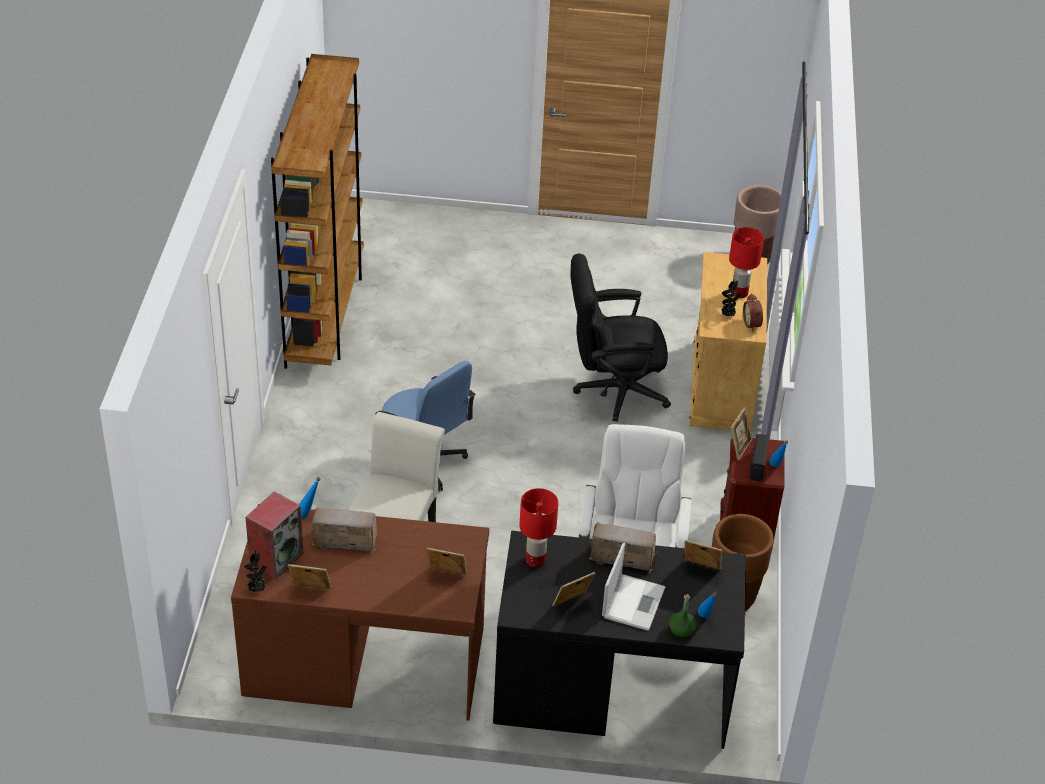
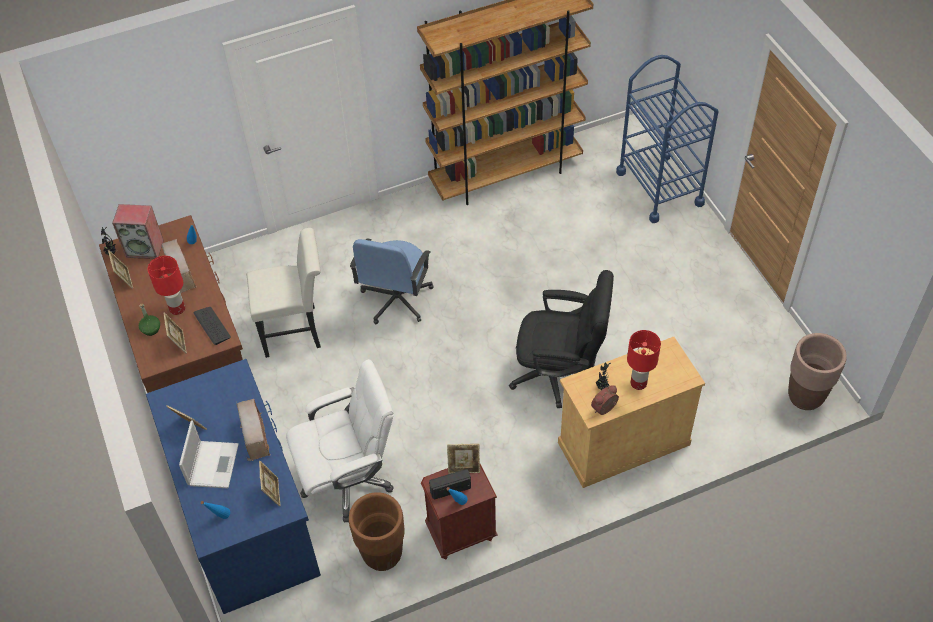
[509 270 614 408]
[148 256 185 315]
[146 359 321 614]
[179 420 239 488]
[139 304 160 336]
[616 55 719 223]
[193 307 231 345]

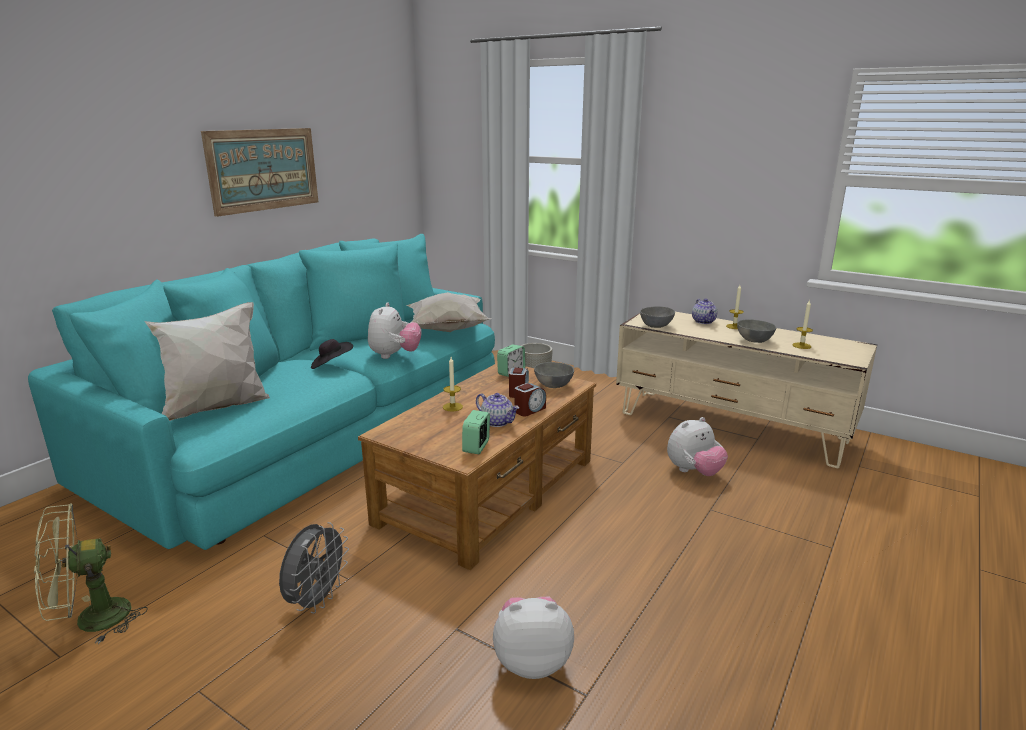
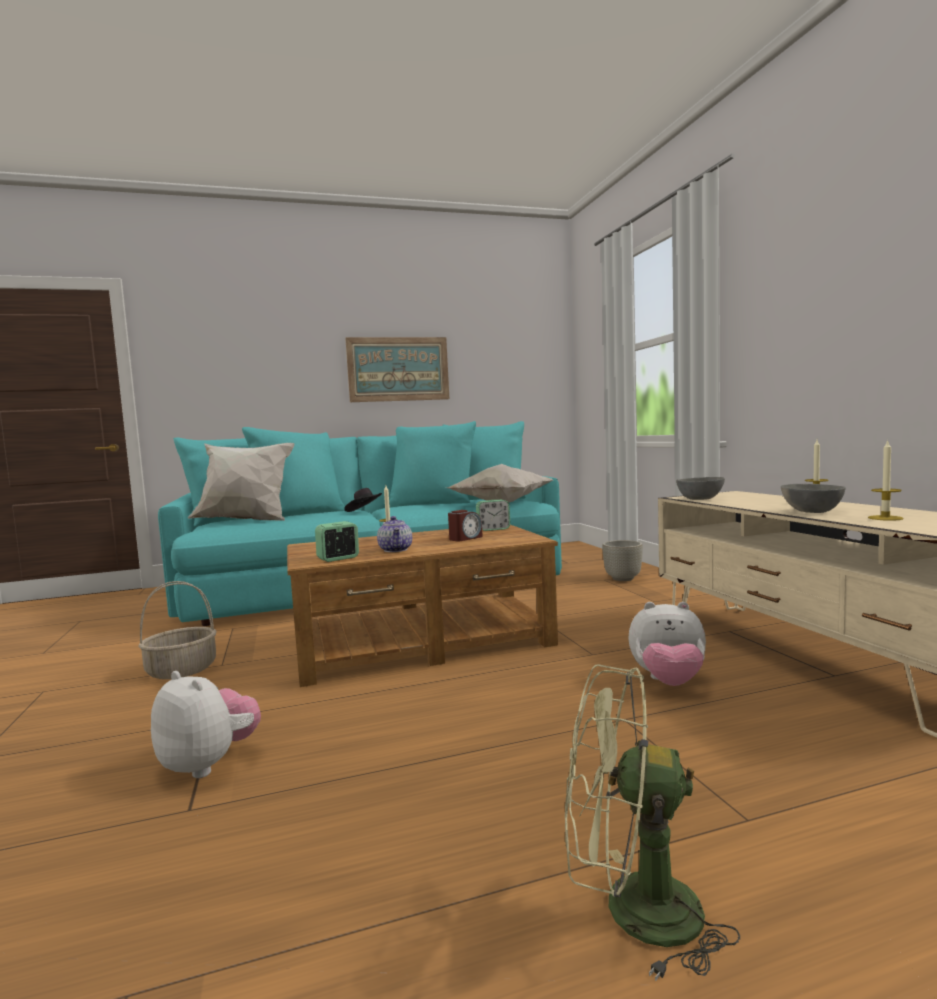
[692 299 717 324] (first image)
[368 302 421 359] (first image)
[534 362 574 388] (first image)
[515 383 546 417] (first image)
[565 664 740 981]
[138 581 217 679]

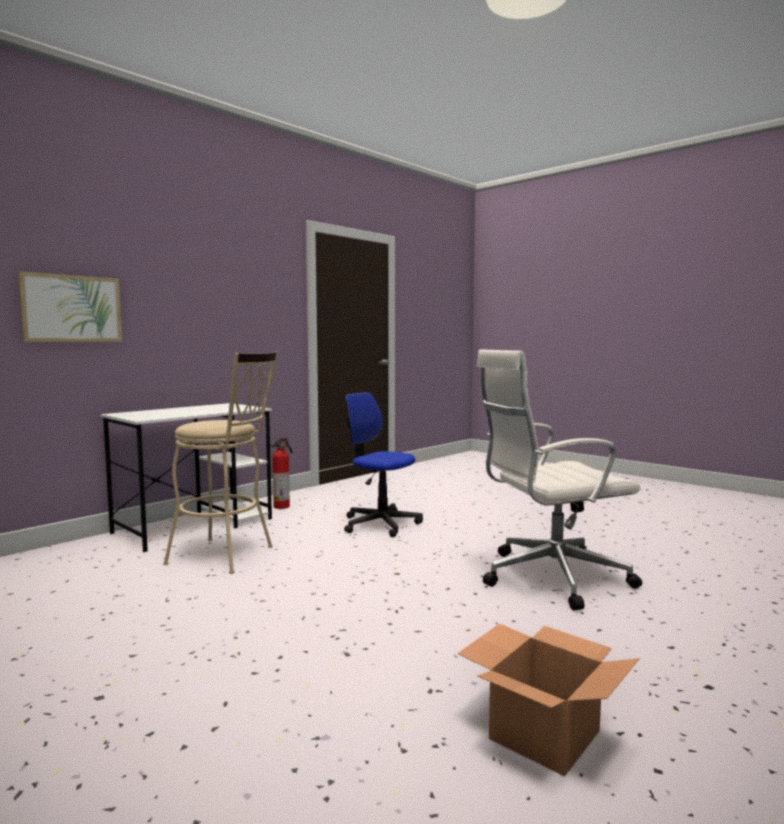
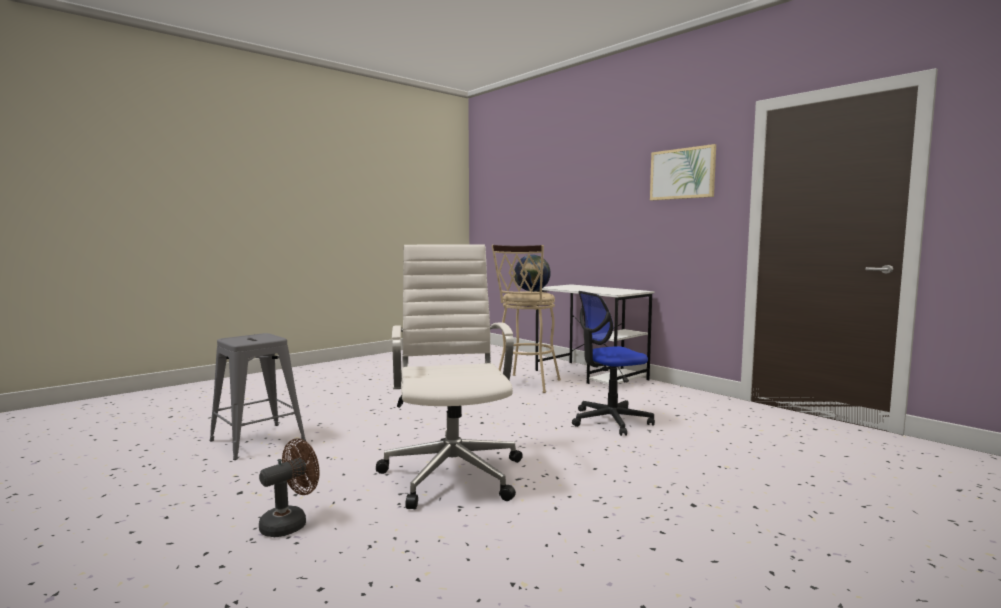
[650 144 716 200]
[572 291 655 436]
[271 438 292 509] (first image)
[210 333 306 460]
[514 255 551 292]
[259 438 320 537]

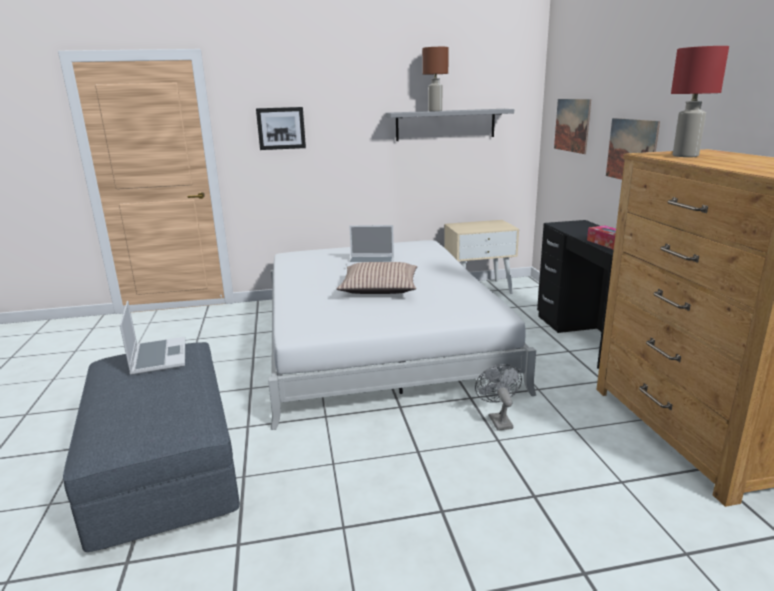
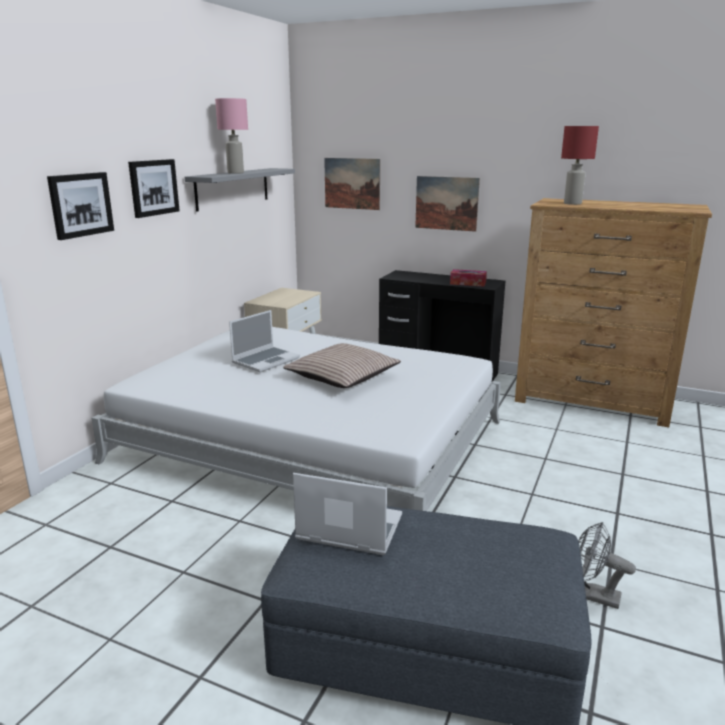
[215 98 248 174]
[579 522 636 609]
[128 159 180 218]

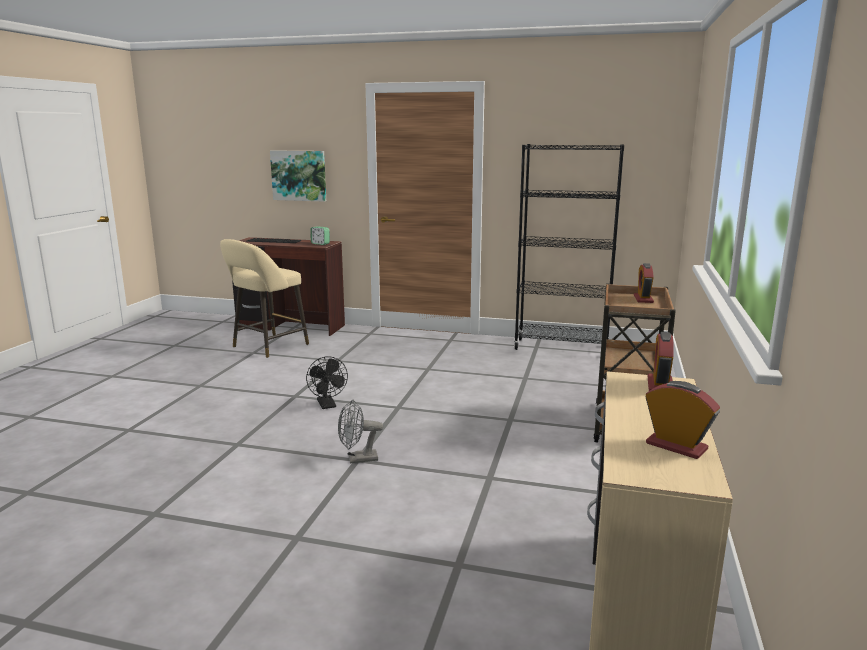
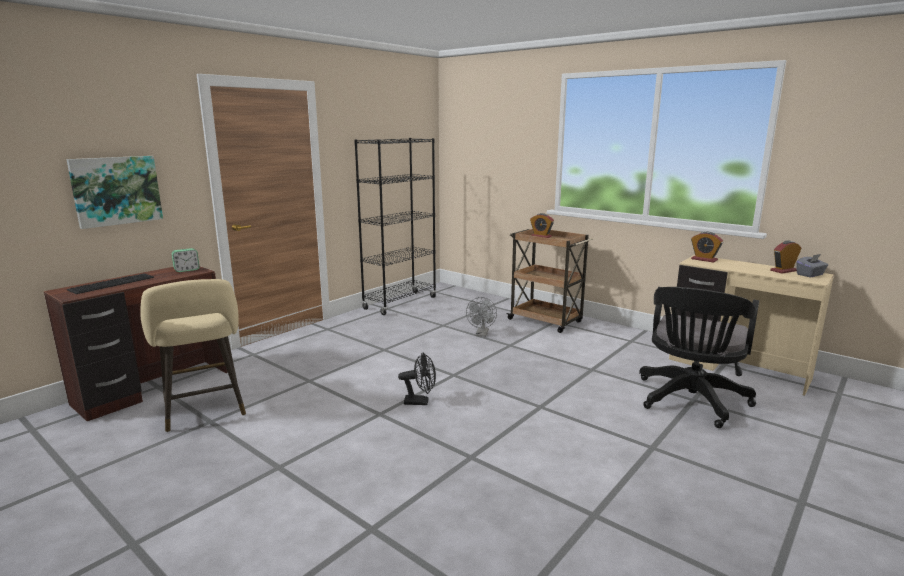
[466 297 497 337]
[796 254 828 277]
[639 287 759 428]

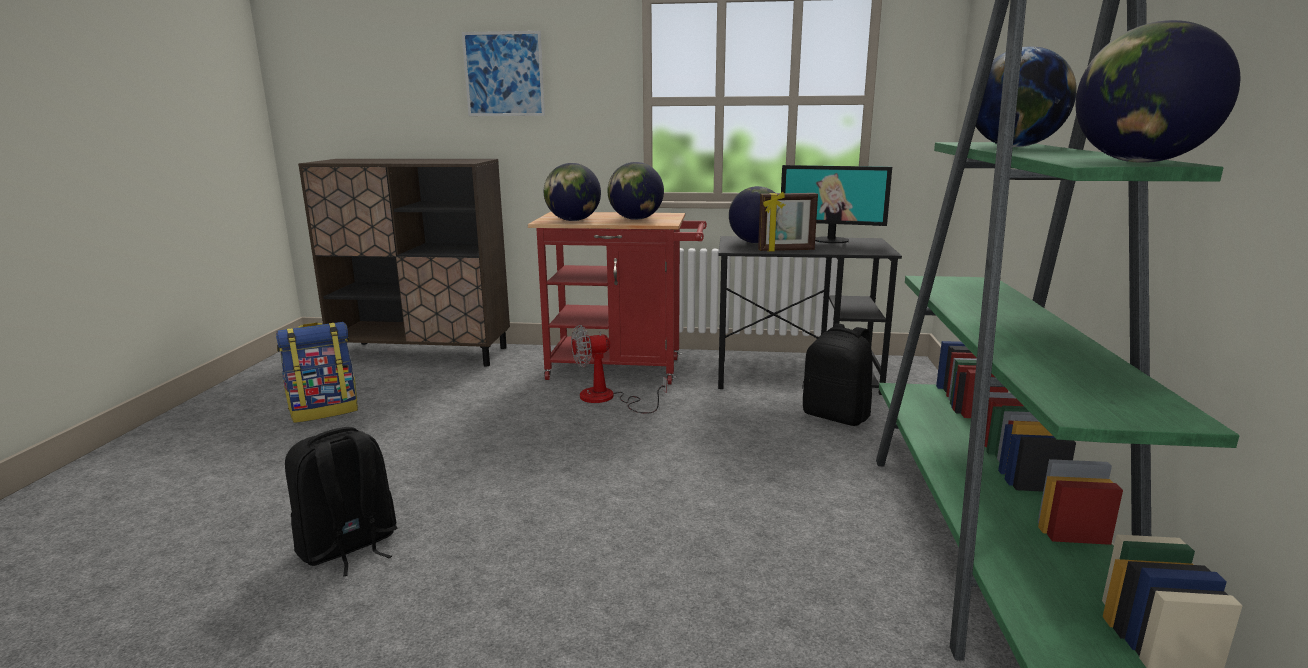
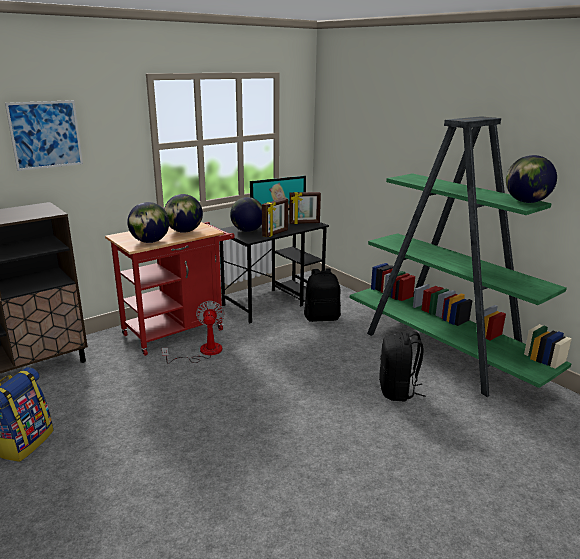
[970 46 1077 147] (first image)
[162 301 225 364]
[379 331 426 402]
[289 192 321 224]

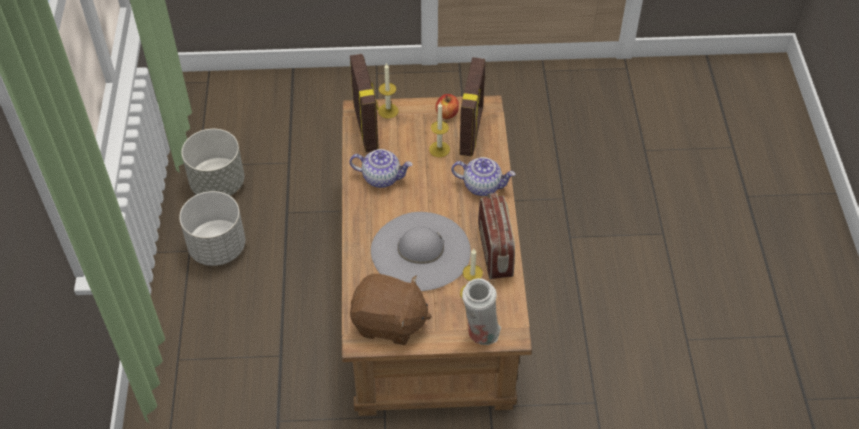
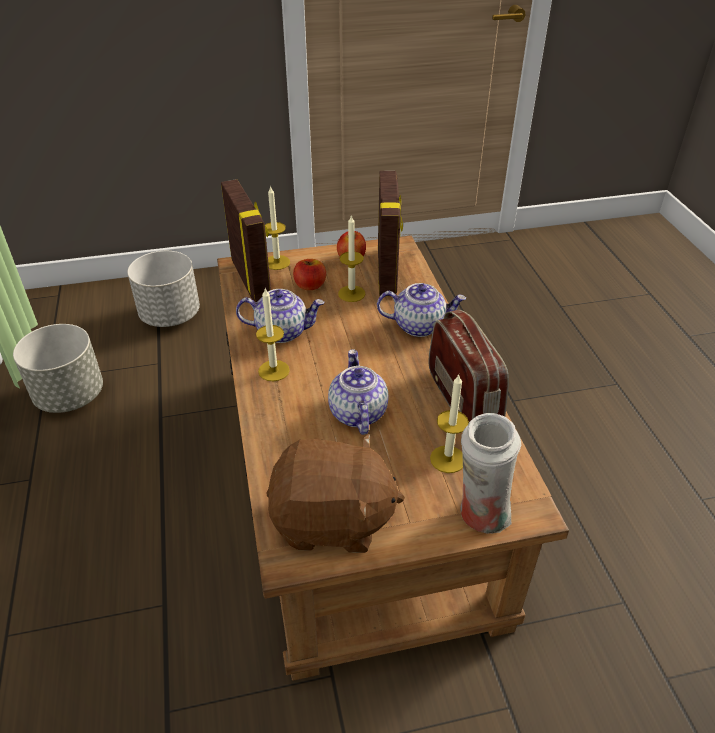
[127 251 200 327]
[328 350 389 435]
[293 259 326 290]
[256 288 290 381]

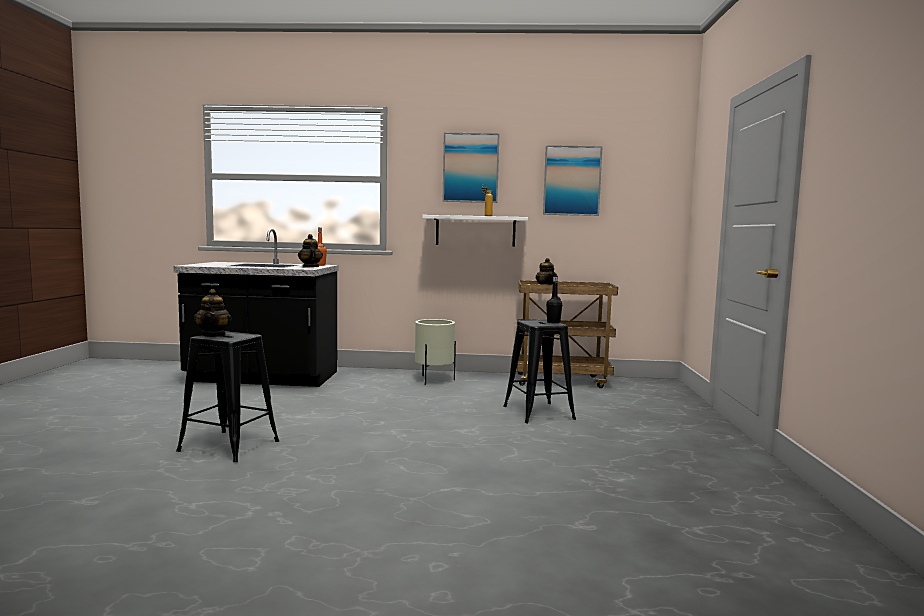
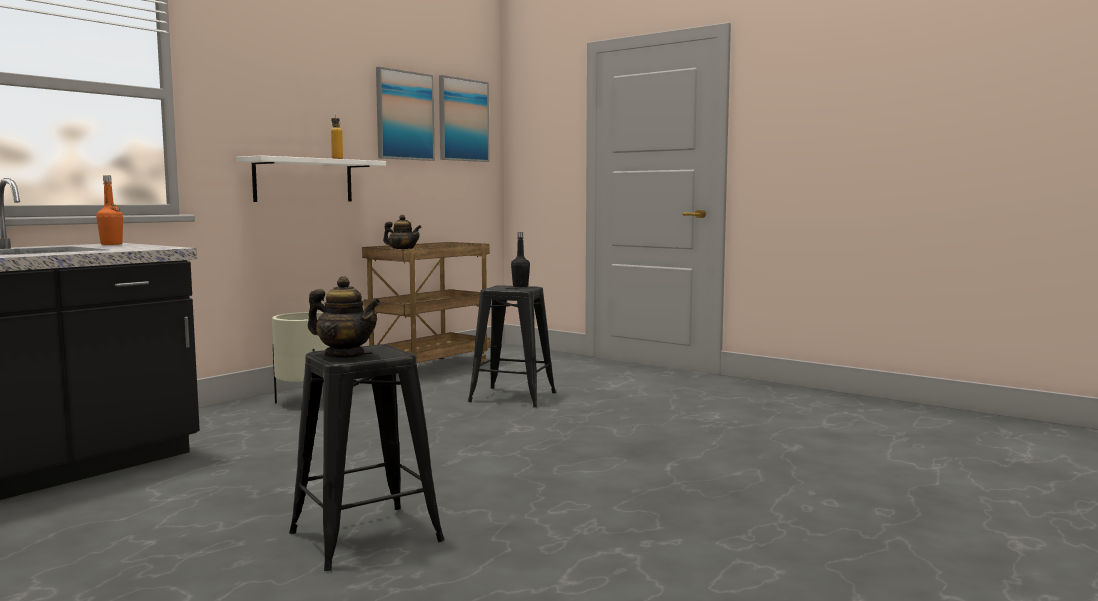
[439 75 490 162]
[298 234 323 268] (first image)

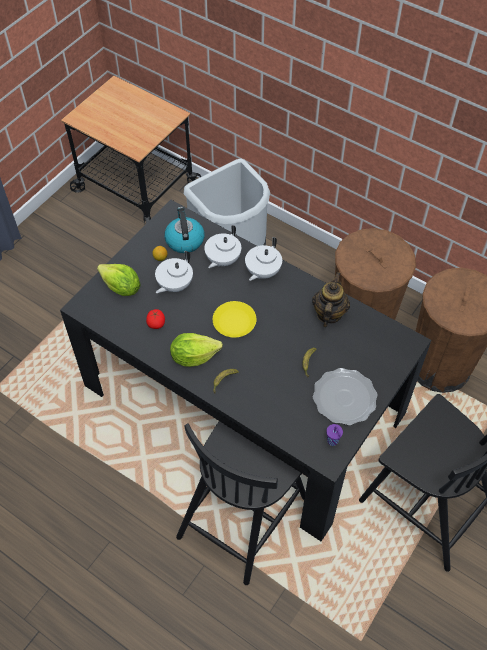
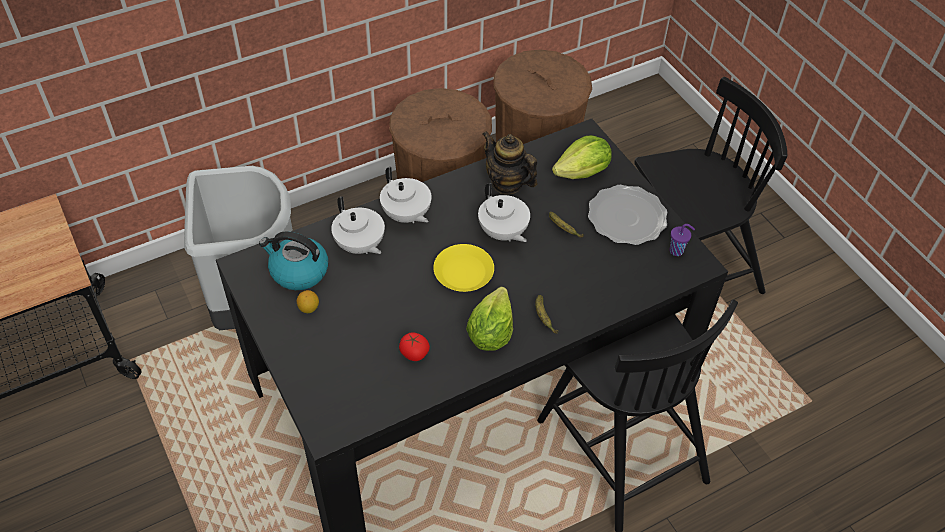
[478 183 530 242]
[552 135 612 179]

